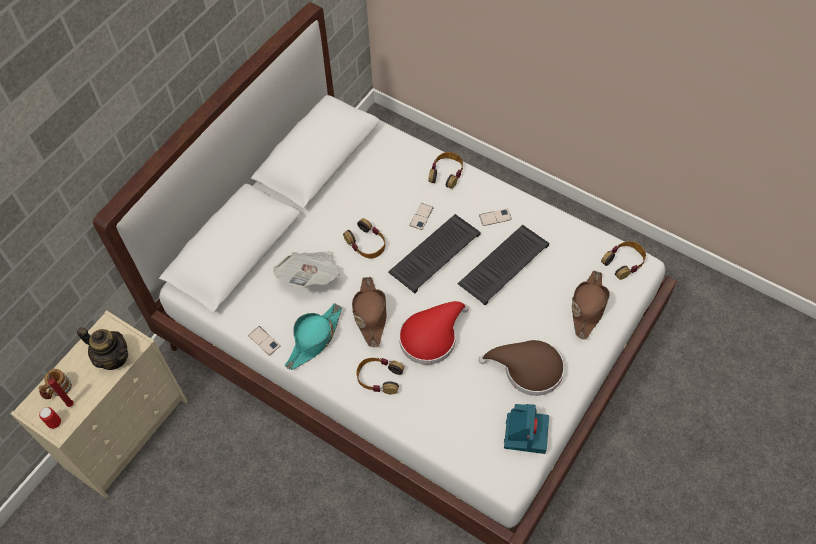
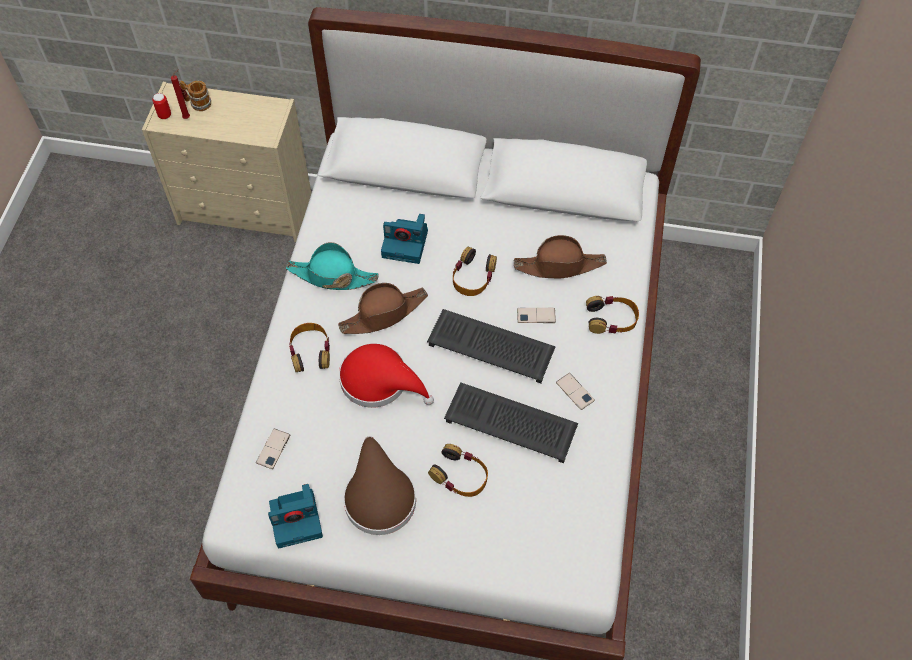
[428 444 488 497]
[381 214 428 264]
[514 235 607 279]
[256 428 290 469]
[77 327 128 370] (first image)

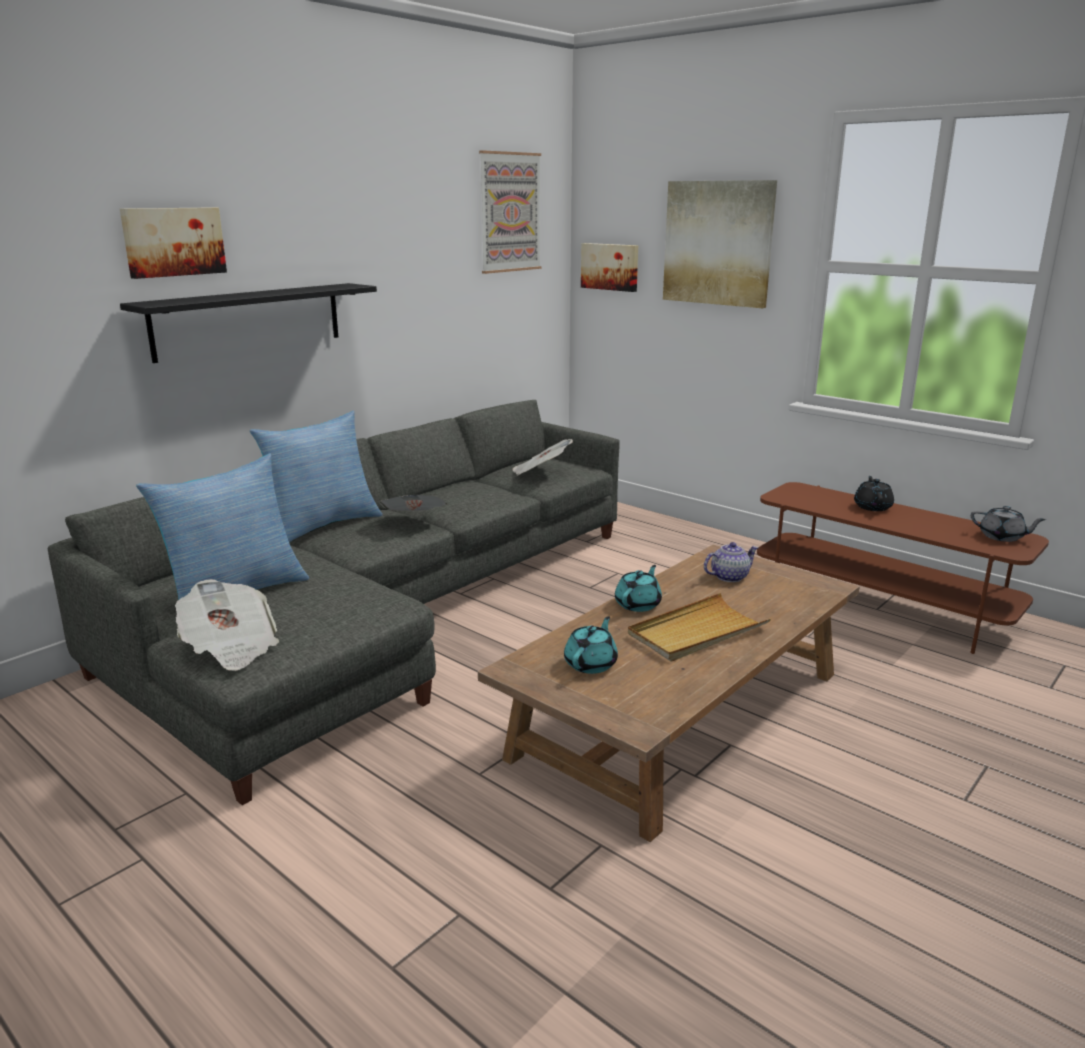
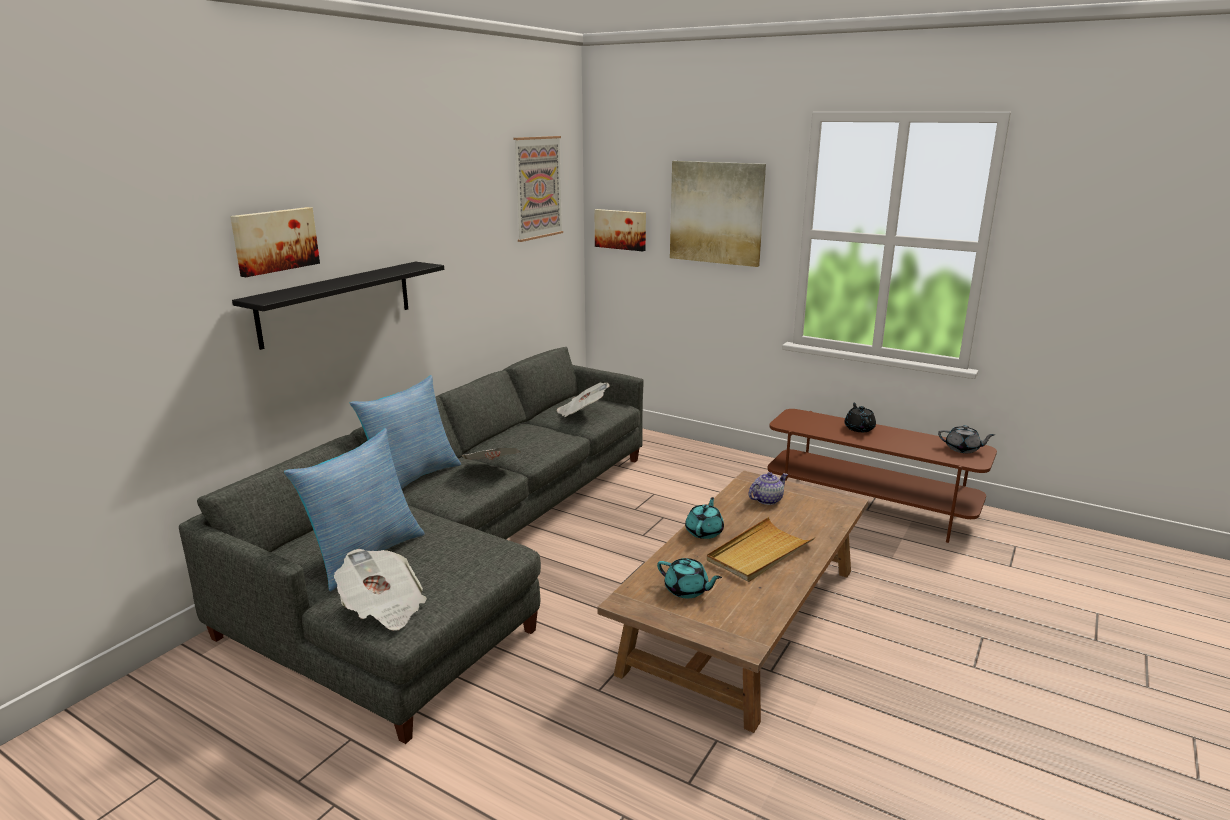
[657 558 722 598]

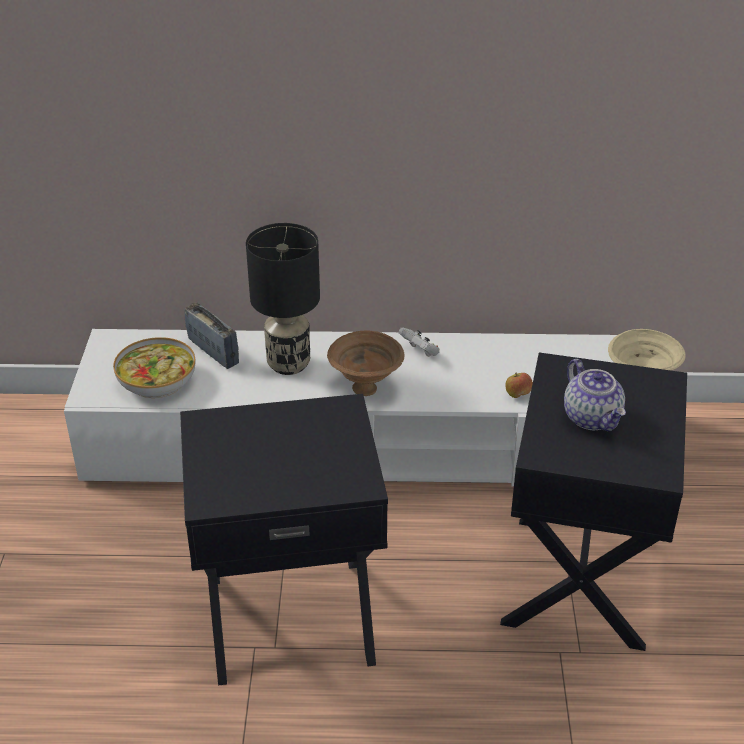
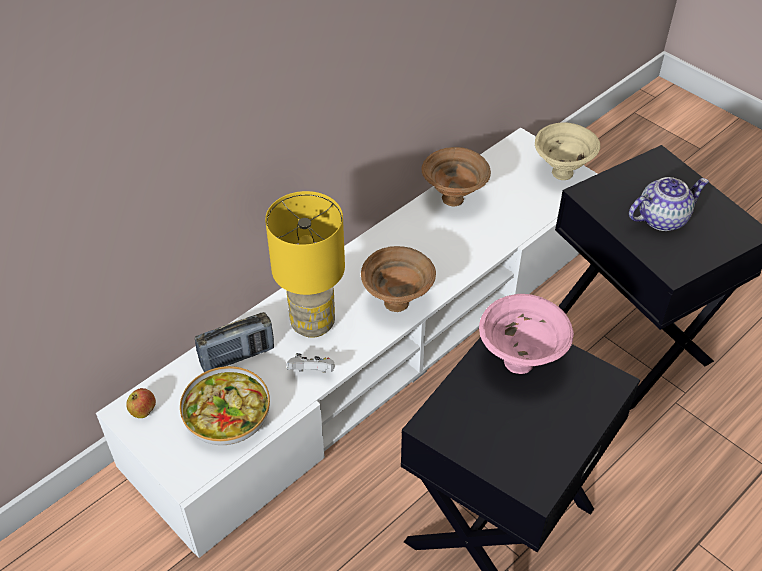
[265 191 345 338]
[195 312 274 372]
[287 353 335 373]
[629 177 709 231]
[126 388 156 418]
[421 147 491 206]
[479 294 574 374]

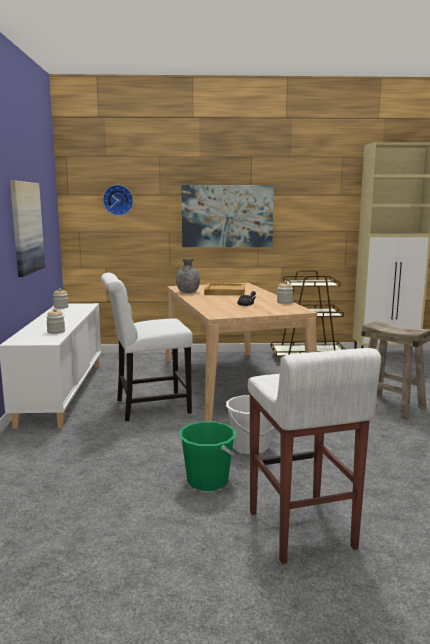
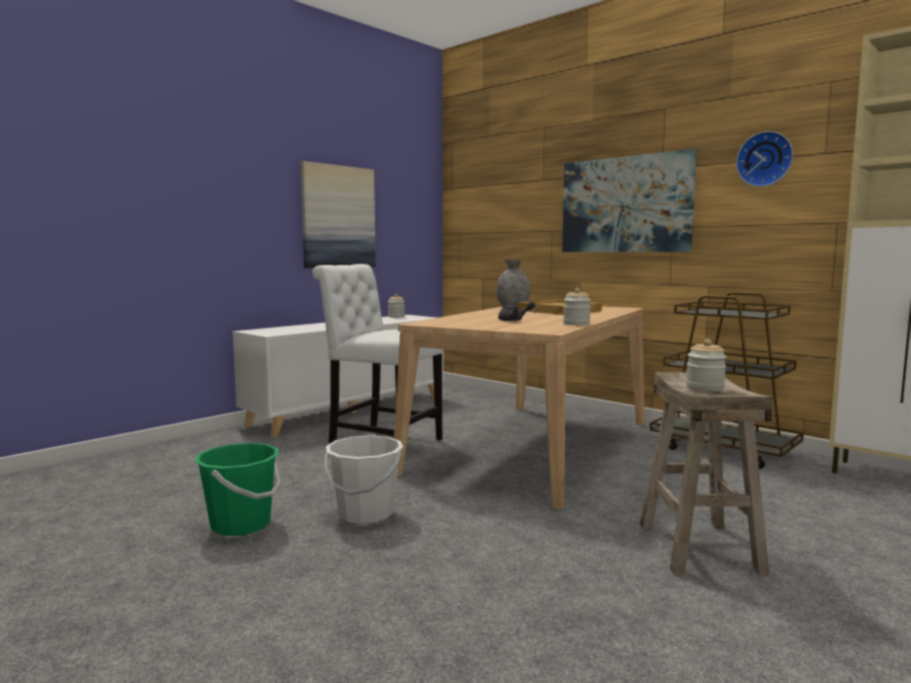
[736 131 793 187]
[686 339 727 392]
[248 348 381 564] (first image)

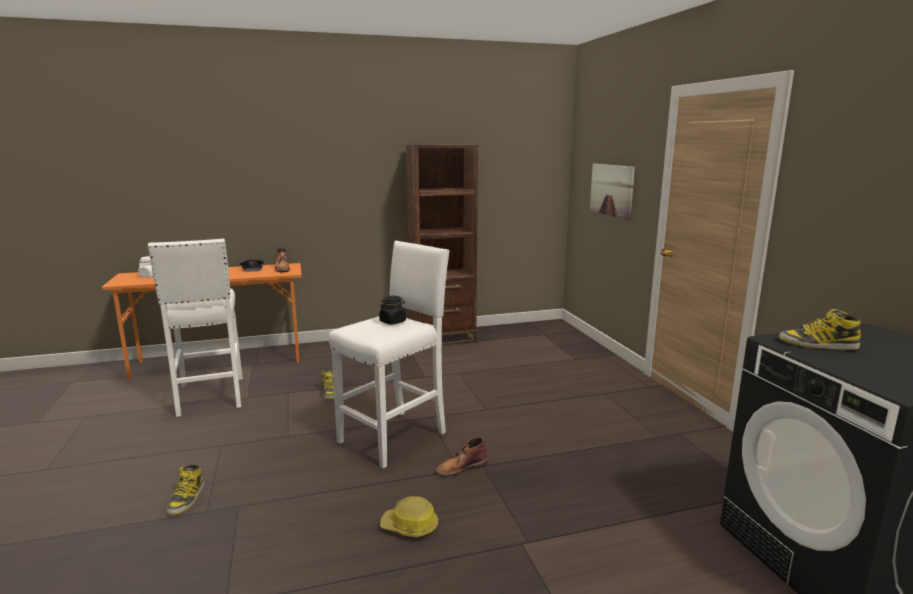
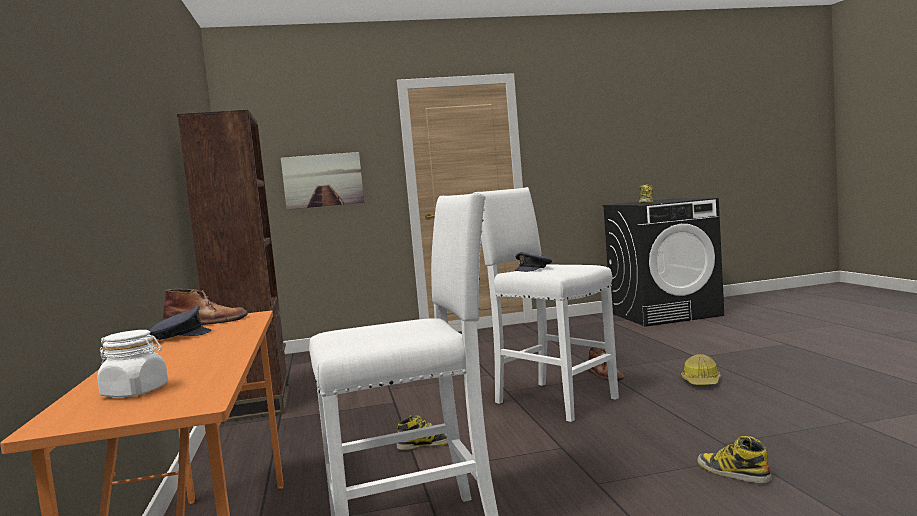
[515 252 552 272]
[697 436 772 484]

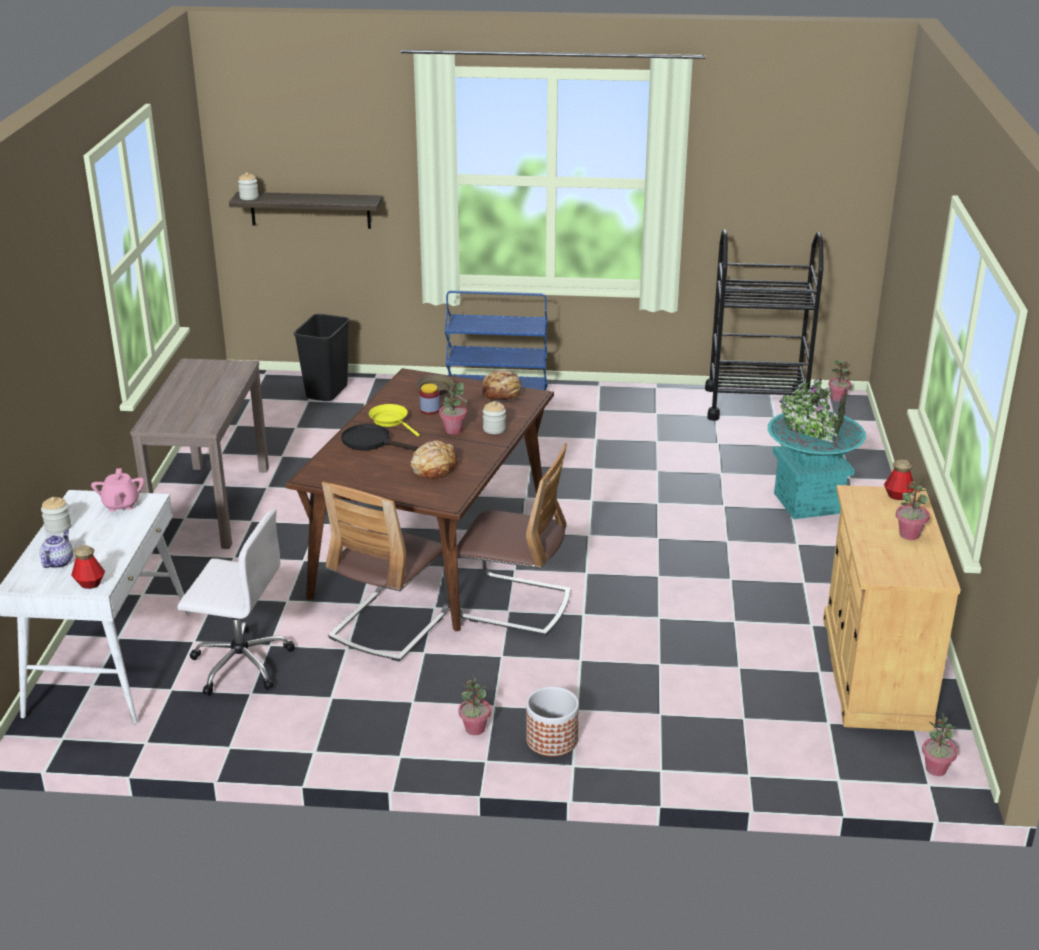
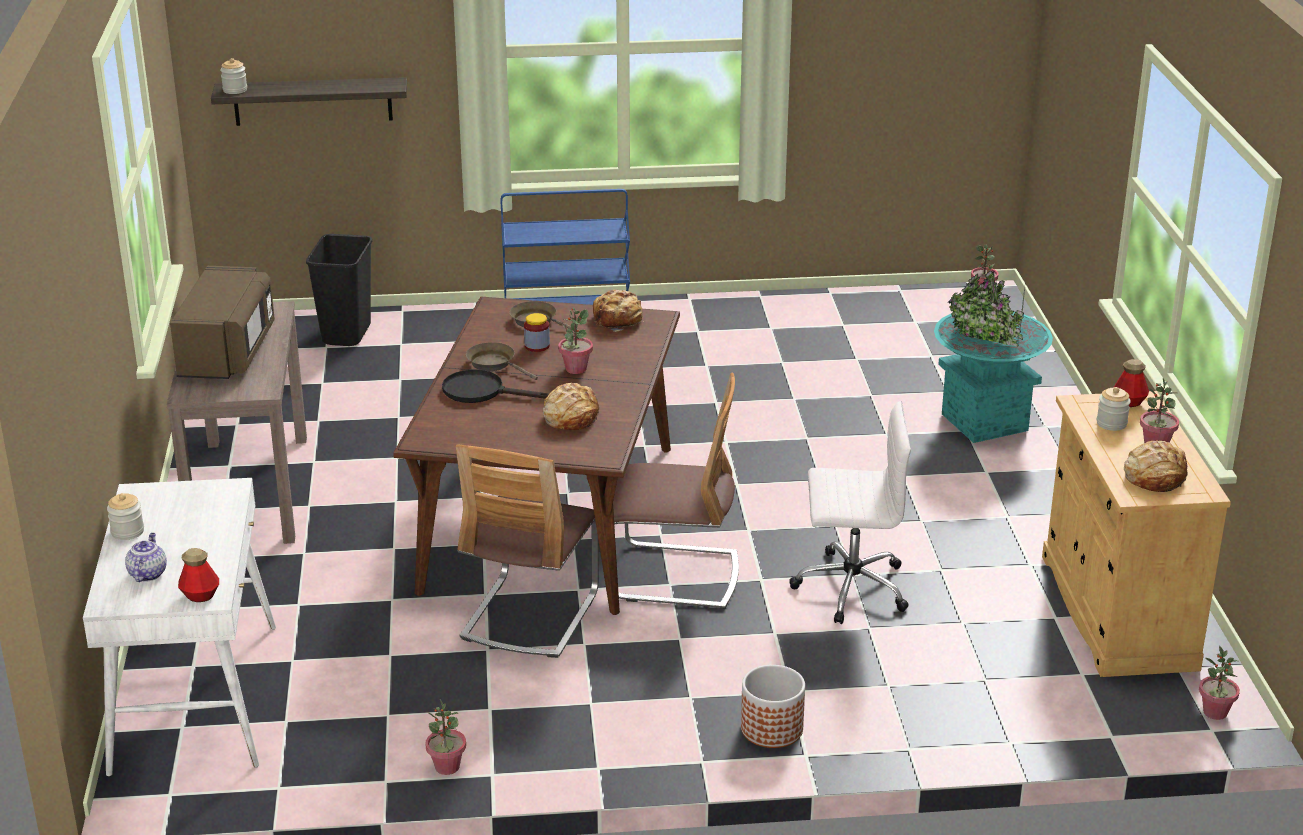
[705 229 823 421] (first image)
[1097 387 1131 431]
[466 342 538 380]
[91 468 144 512] (first image)
[789 401 911 624]
[426 699 466 775]
[170 266 275 379]
[1124 440 1188 492]

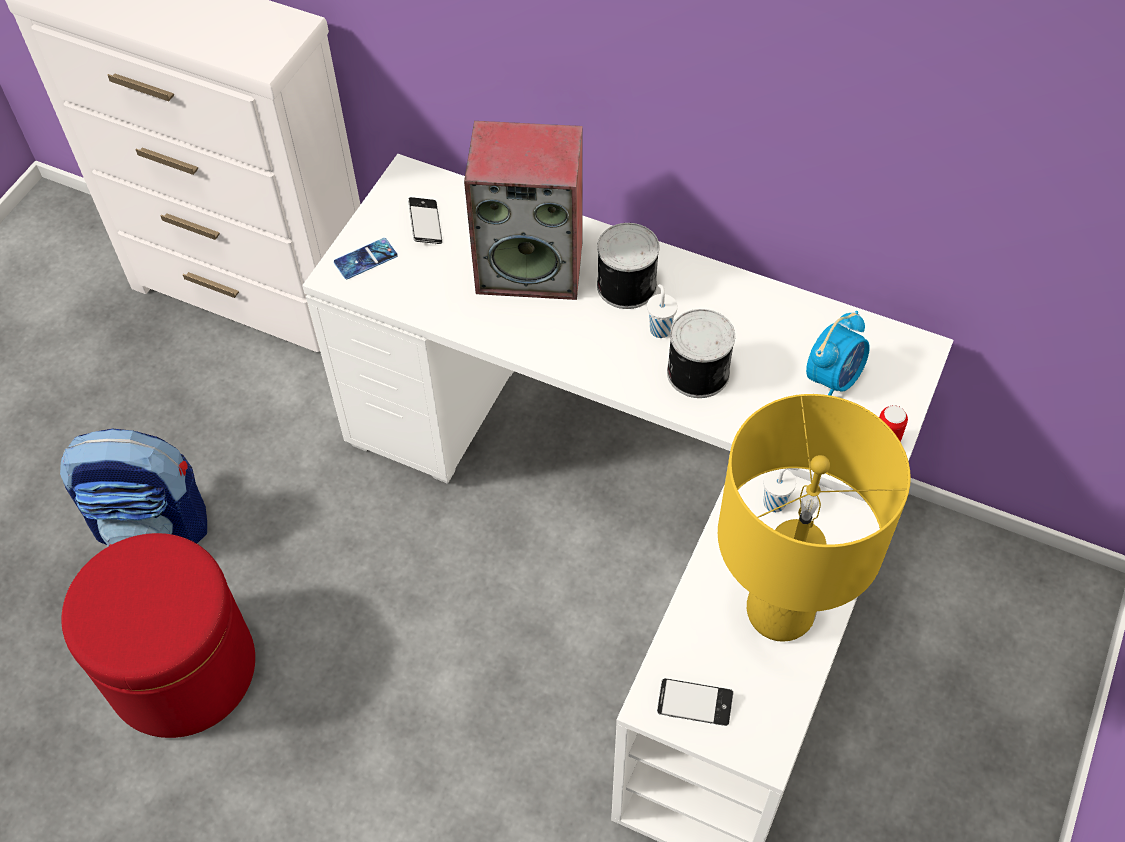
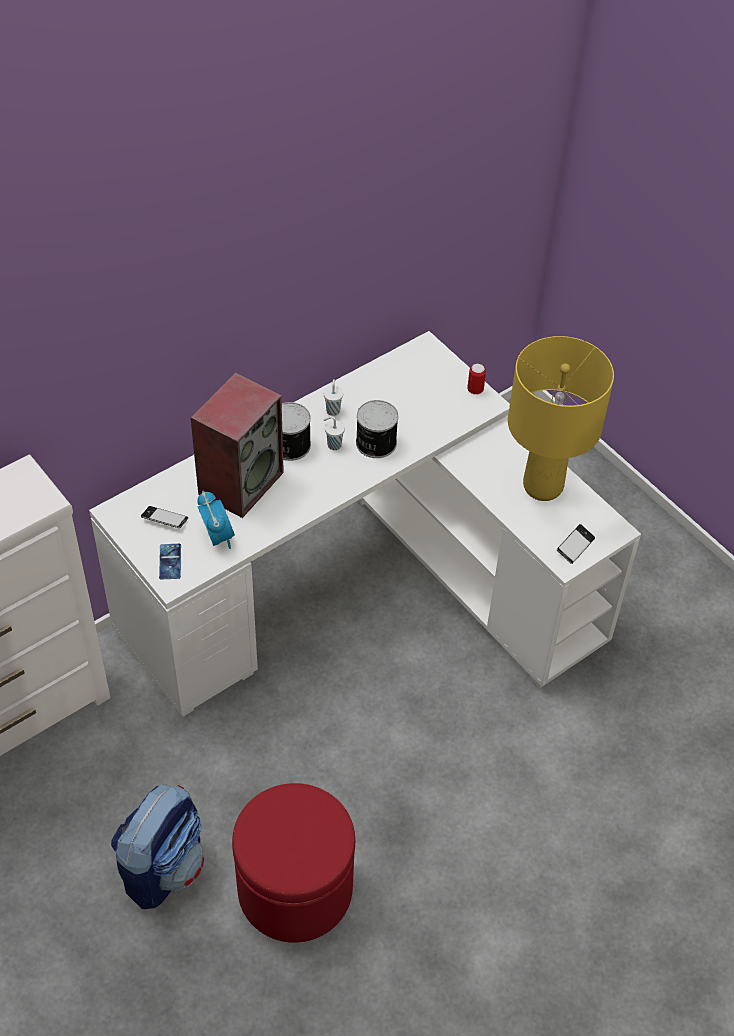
[197 491 235 549]
[324 379 343 416]

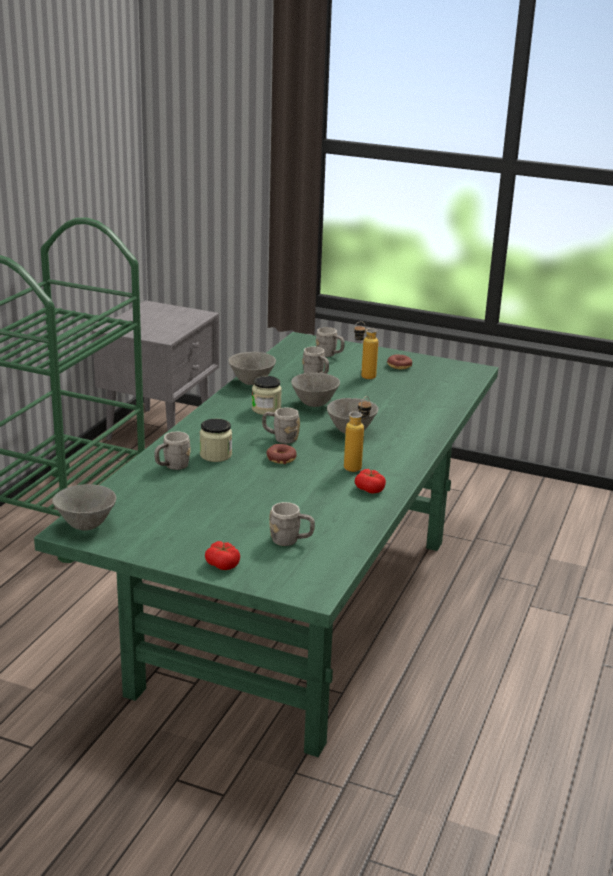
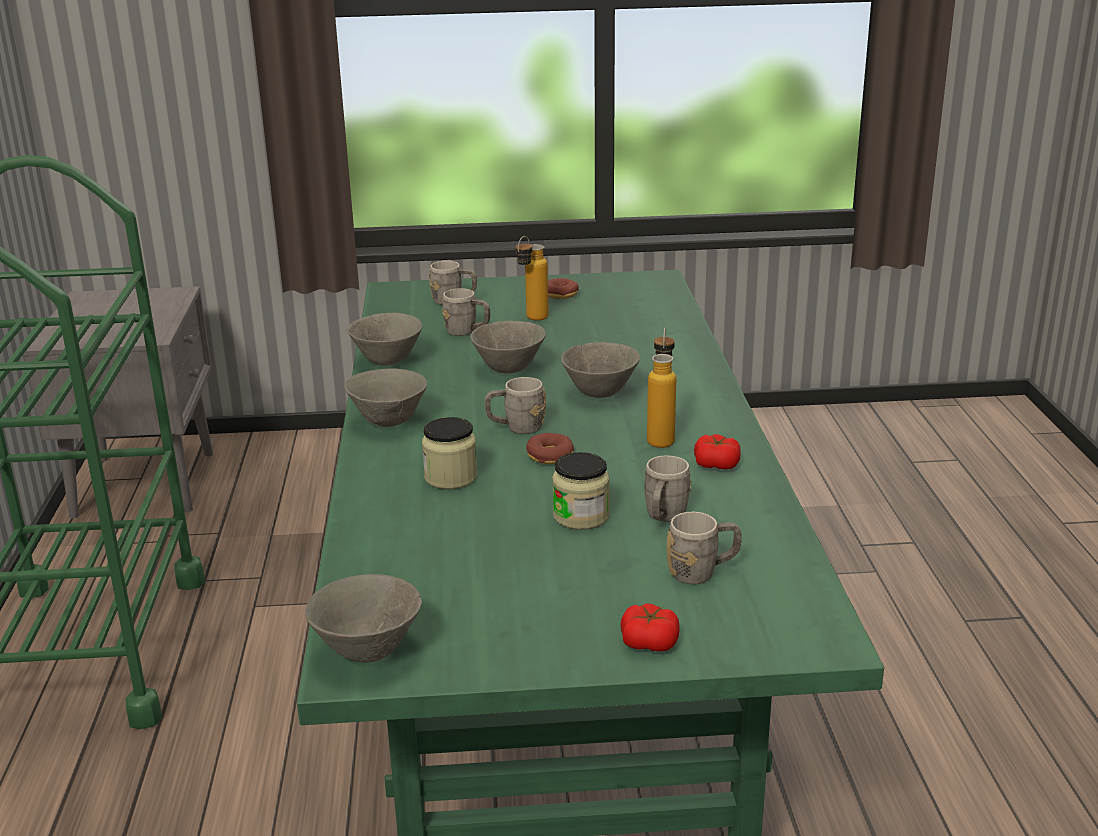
[552 452 610 530]
[644 455 692 522]
[344 368 427 427]

